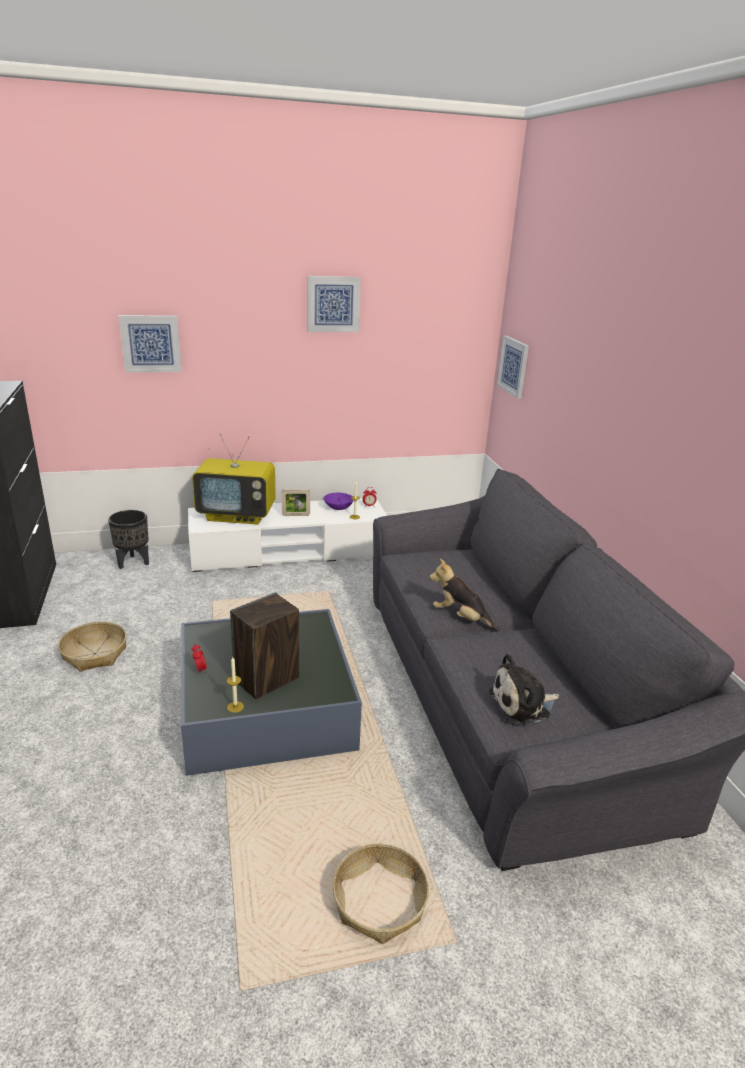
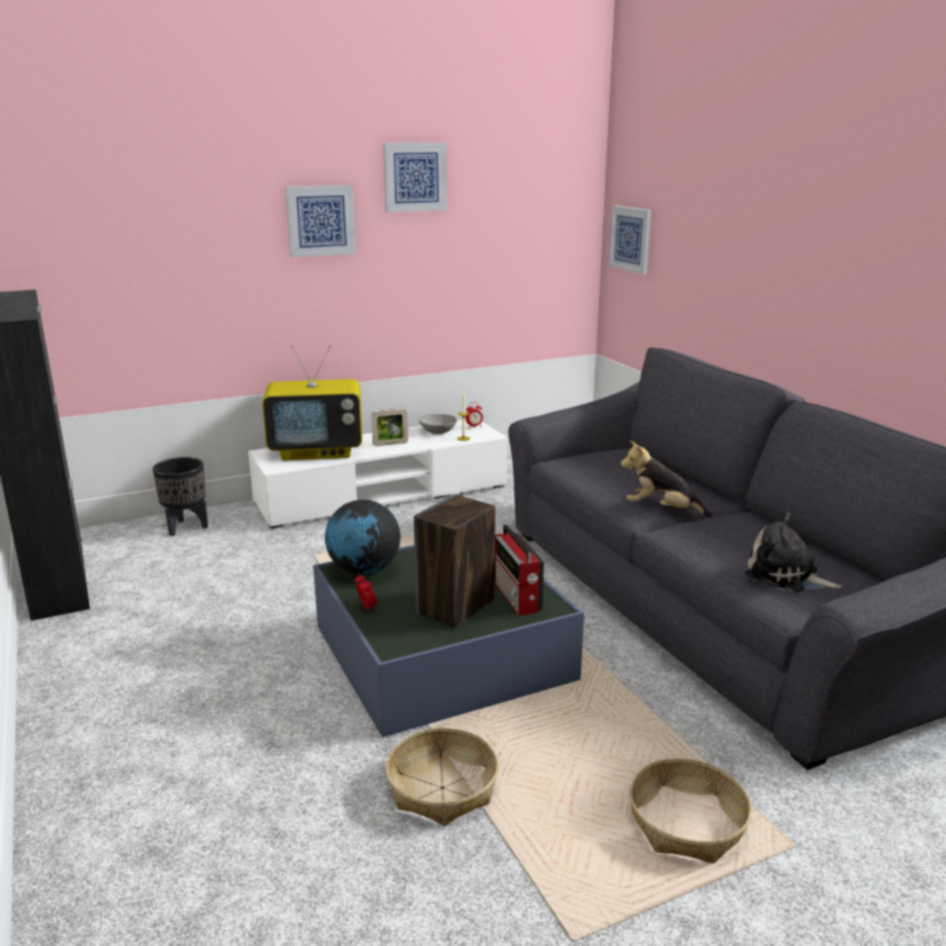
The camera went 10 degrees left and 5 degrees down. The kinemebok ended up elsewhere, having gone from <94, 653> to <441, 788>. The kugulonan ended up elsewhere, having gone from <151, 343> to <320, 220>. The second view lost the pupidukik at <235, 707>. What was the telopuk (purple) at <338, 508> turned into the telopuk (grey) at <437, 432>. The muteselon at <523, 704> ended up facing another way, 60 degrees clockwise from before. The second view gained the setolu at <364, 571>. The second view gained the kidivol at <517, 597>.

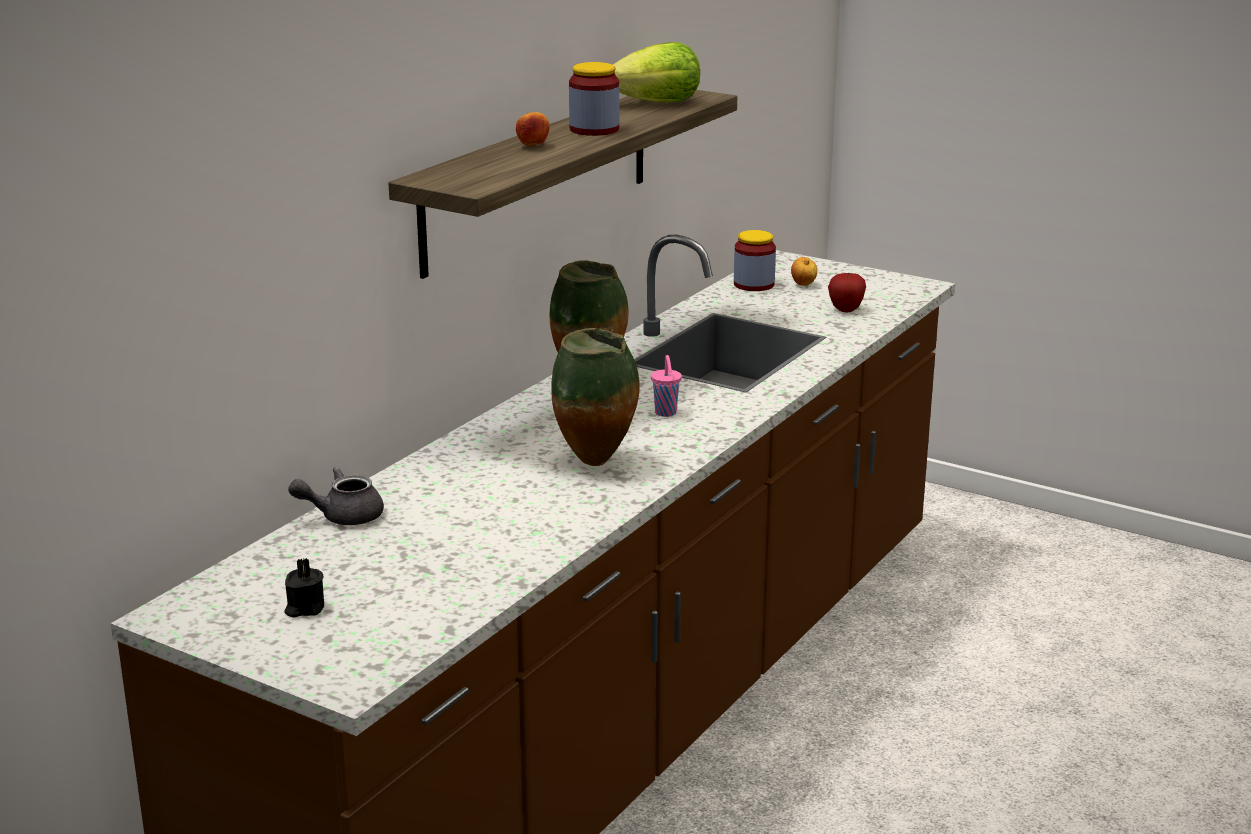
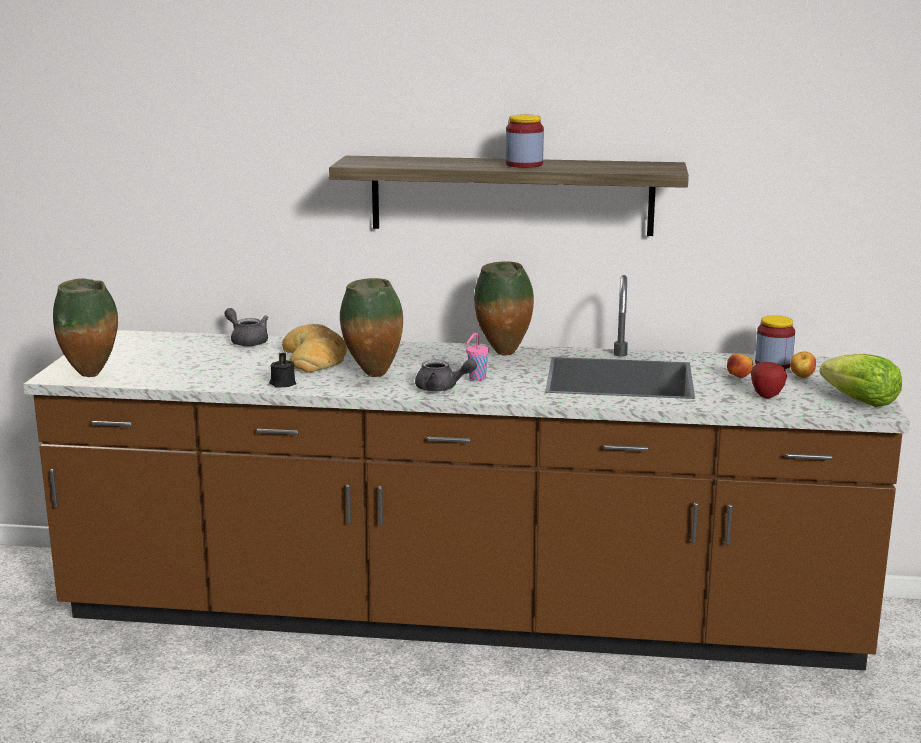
The camera went 65 degrees right and 5 degrees down. The pupidukik (black) ended up elsewhere, having gone from <304, 608> to <282, 384>. The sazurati ended up elsewhere, having gone from <533, 146> to <739, 377>. The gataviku ended up elsewhere, having gone from <657, 103> to <861, 402>. The second view gained the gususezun at <92, 376>. The second view gained the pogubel at <315, 357>. The second view gained the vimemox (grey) at <442, 388>.

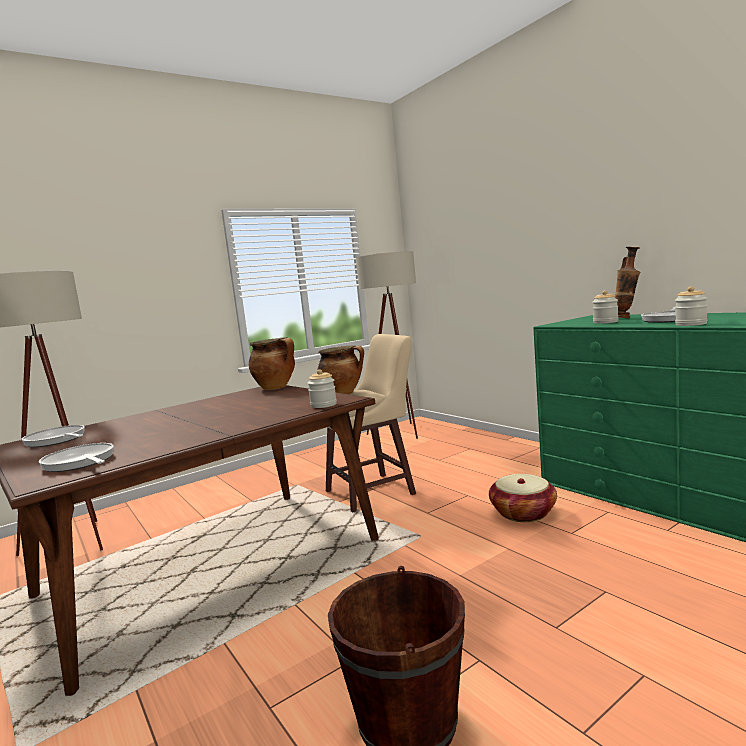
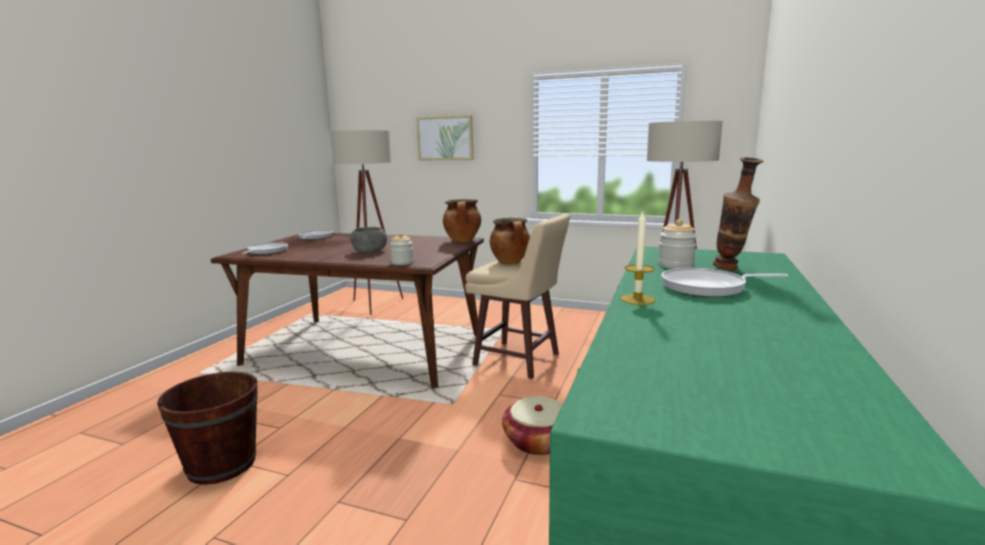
The camera went 55 degrees right and 5 degrees up. Where the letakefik stood at <691, 324>, the pupidukik came to stand at <637, 299>. The second view gained the telopuk (grey) at <369, 251>. The second view gained the kugulonan at <445, 138>.

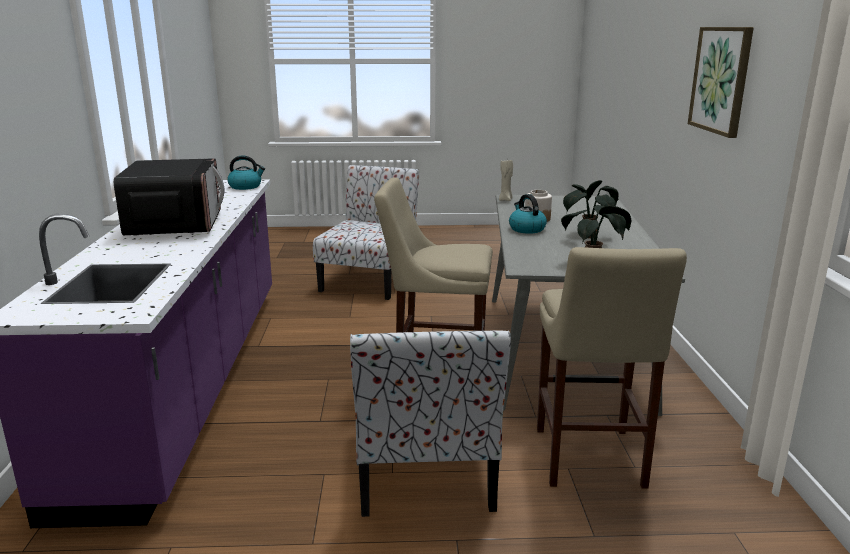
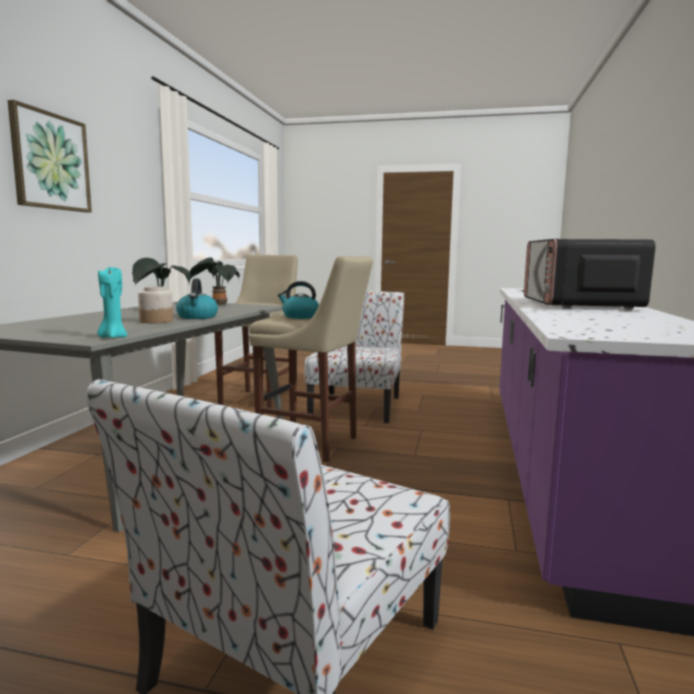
The camera went 165 degrees left and 10 degrees down. The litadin ended up elsewhere, having gone from <246, 186> to <300, 316>. What was the pupidukik (beige) at <505, 200> turned into the pupidukik (turquoise) at <113, 337>.

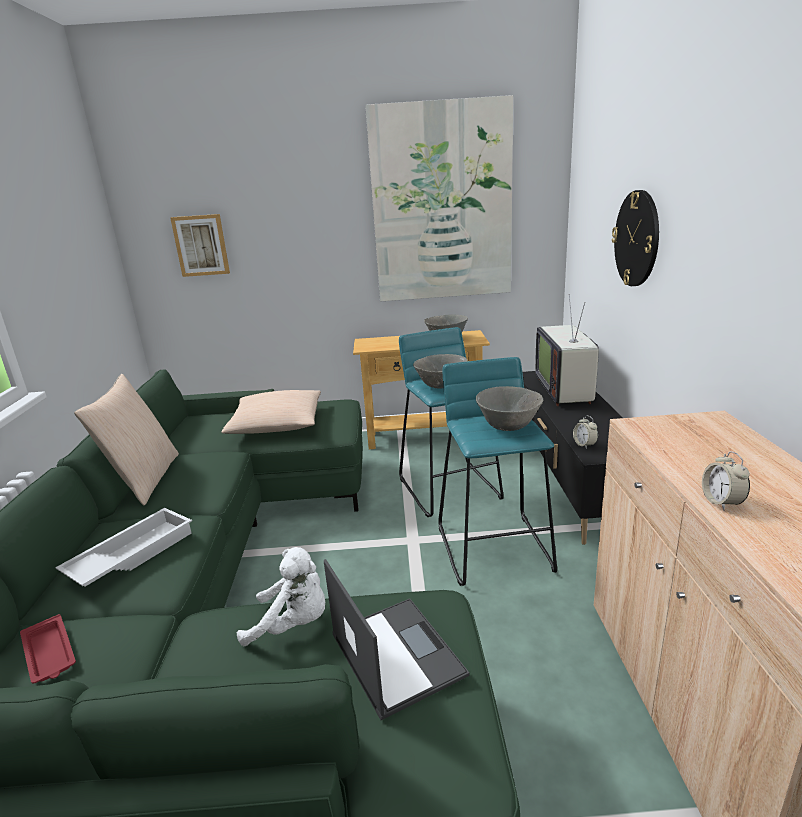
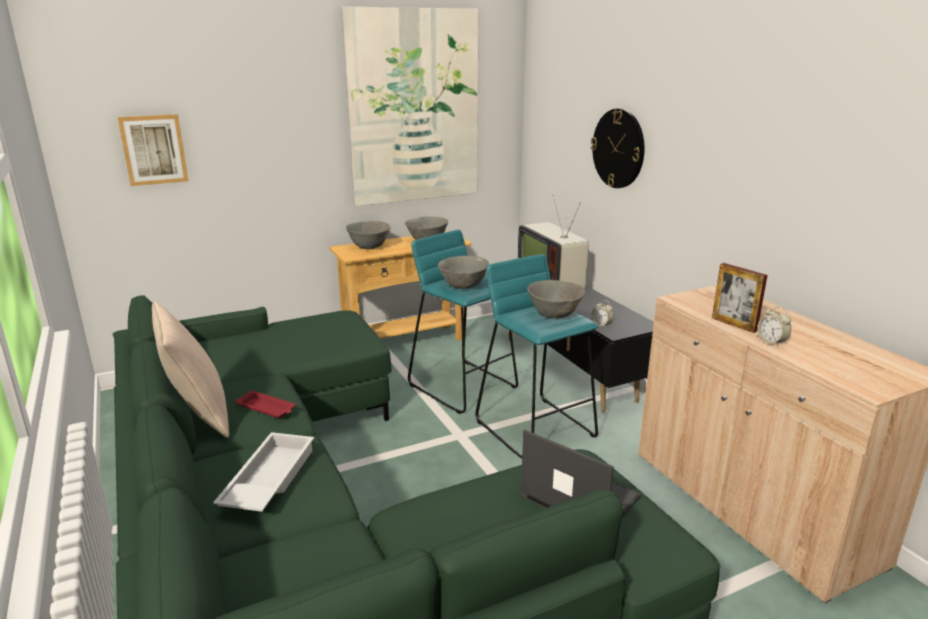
The camera went 25 degrees left and 0 degrees up. The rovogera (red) ended up elsewhere, having gone from <49, 654> to <267, 408>. The second view lost the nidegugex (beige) at <276, 424>. The second view lost the muteselon (white) at <293, 625>. The second view gained the telopuk (grey) at <369, 247>. The second view gained the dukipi at <734, 324>.

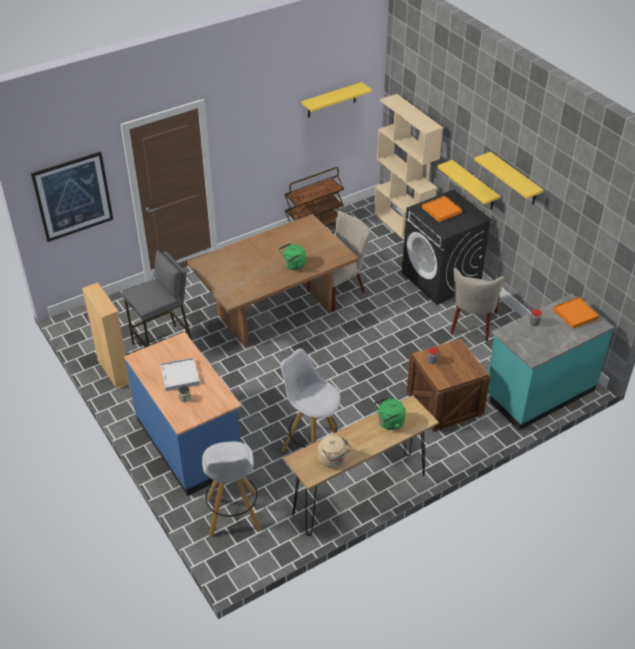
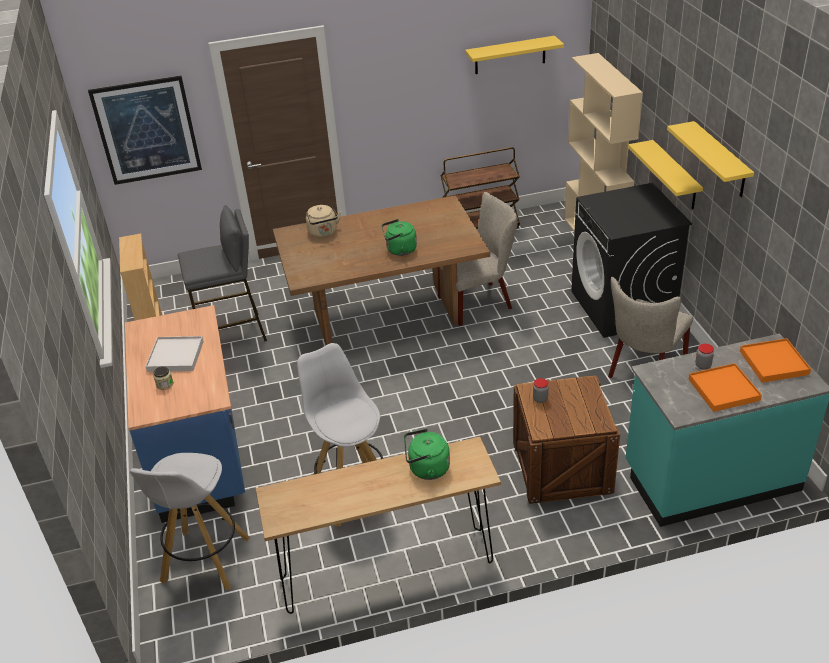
The camera went 20 degrees right and 5 degrees down. The litadin (beige) ended up elsewhere, having gone from <333, 460> to <323, 233>. The rovogera (orange) ended up elsewhere, having gone from <441, 210> to <724, 390>.

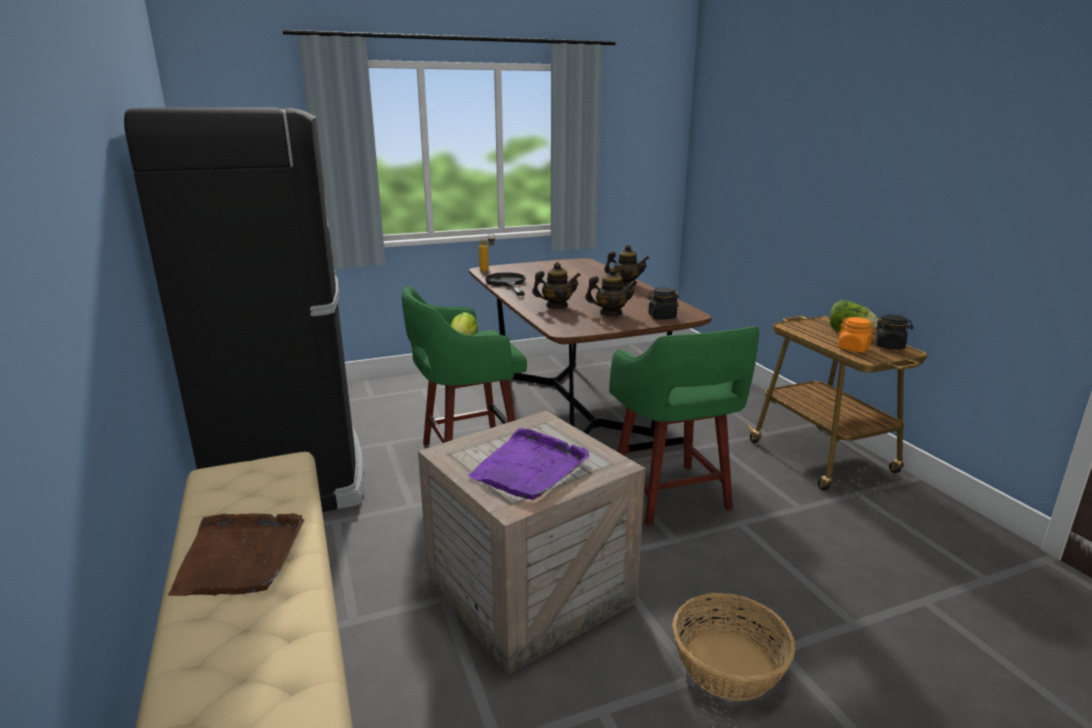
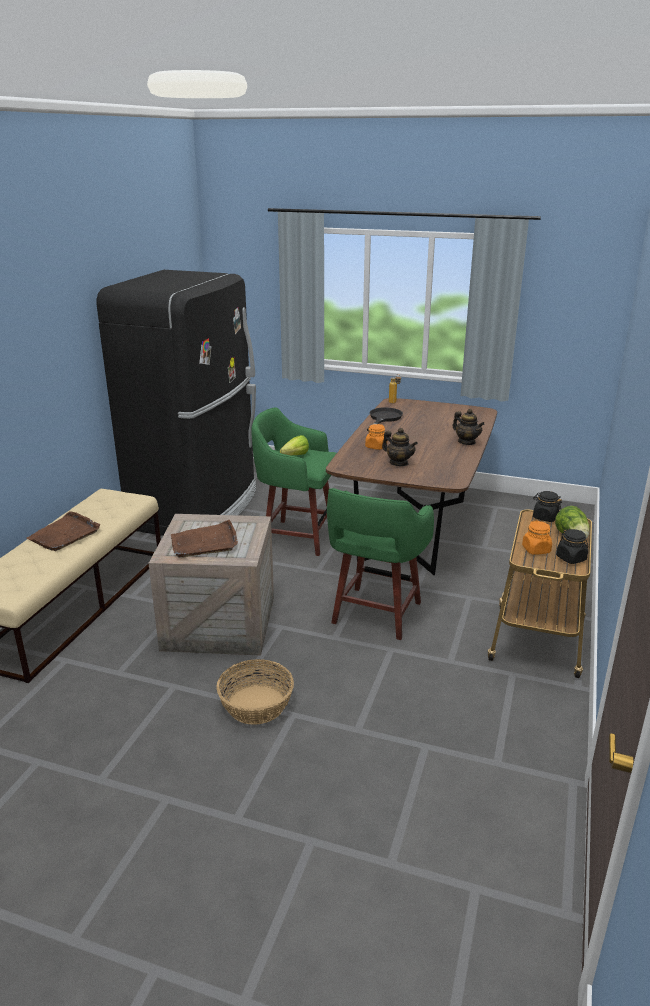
The camera went 40 degrees right and 5 degrees up. What was the rovogera (purple) at <529, 468> turned into the rovogera (brown) at <204, 542>. Where the vimemox stood at <556, 306>, the letakefik (orange) came to stand at <376, 447>. The letakefik (black) ended up elsewhere, having gone from <662, 317> to <545, 517>.

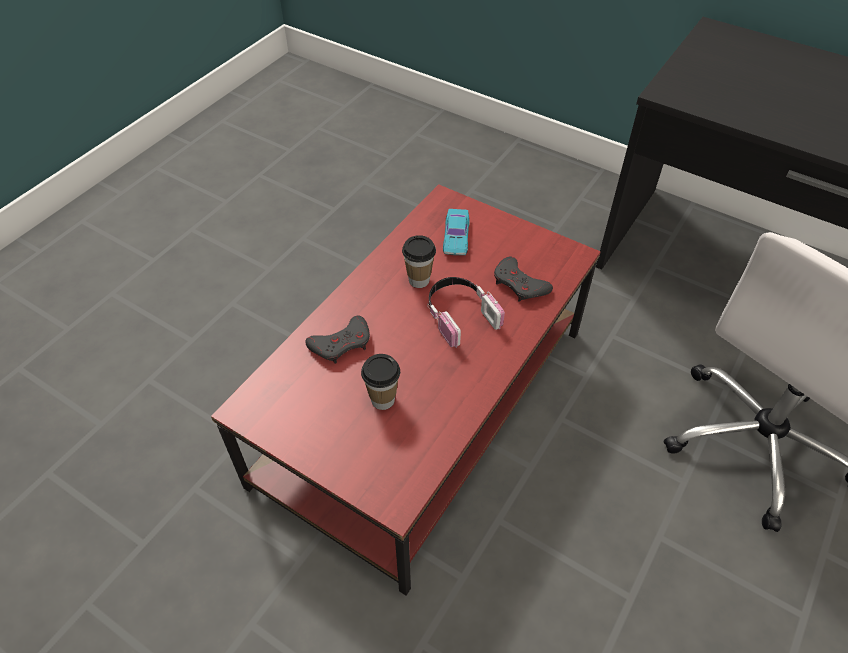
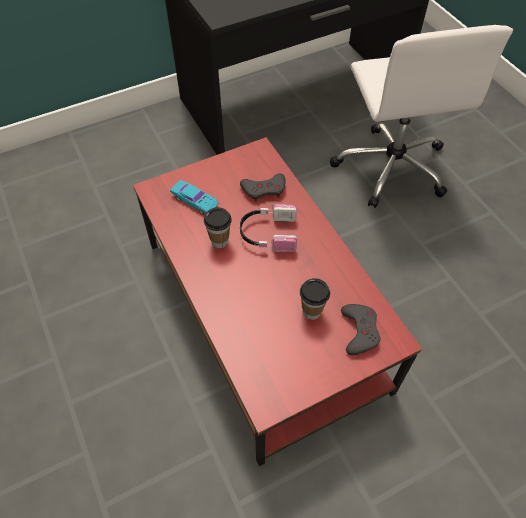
The camera went 60 degrees left and 5 degrees up. The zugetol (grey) ended up elsewhere, having gone from <341, 343> to <359, 331>.

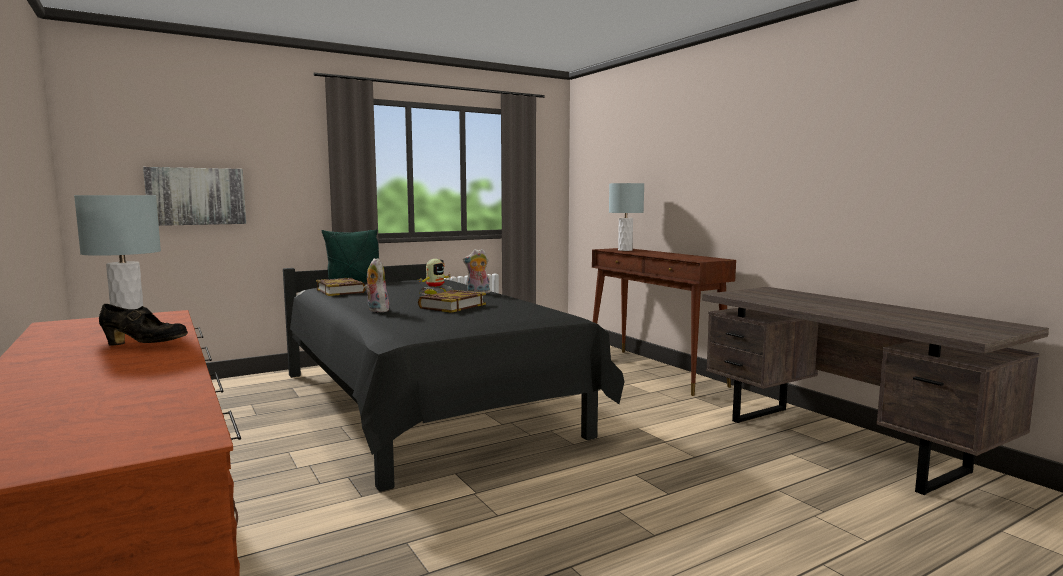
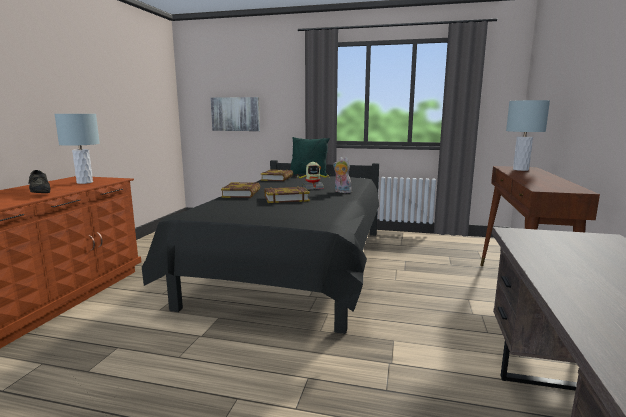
The camera went 45 degrees right and 5 degrees up. Where the muteselon stood at <376, 310>, the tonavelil came to stand at <242, 193>.

